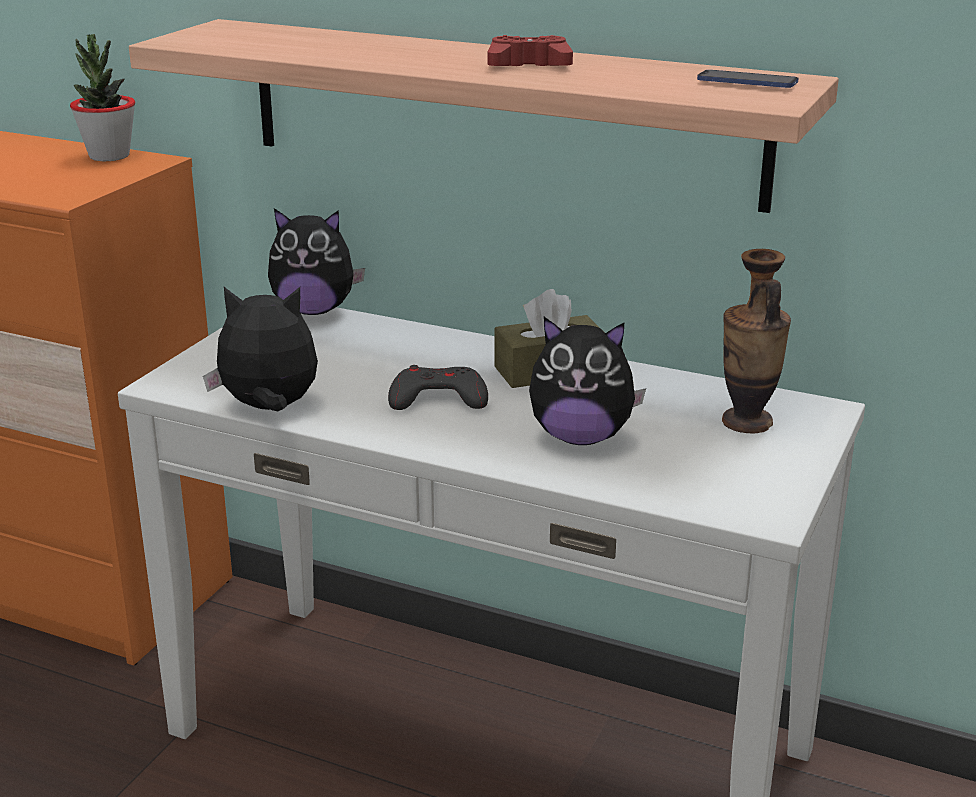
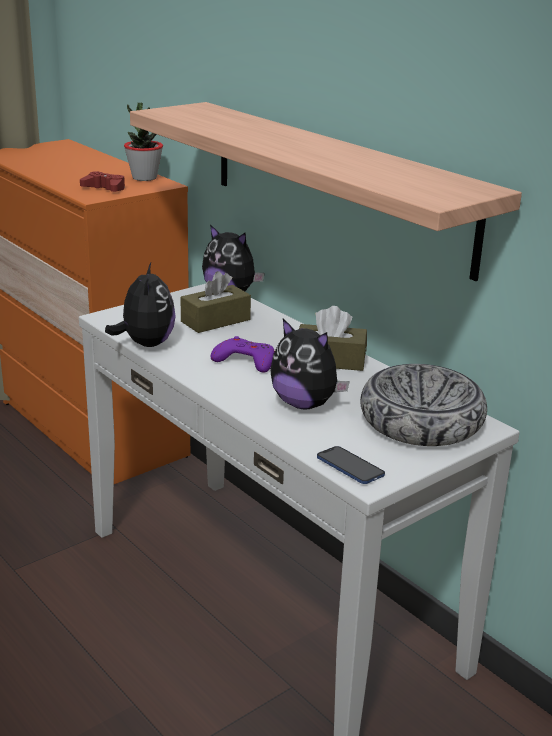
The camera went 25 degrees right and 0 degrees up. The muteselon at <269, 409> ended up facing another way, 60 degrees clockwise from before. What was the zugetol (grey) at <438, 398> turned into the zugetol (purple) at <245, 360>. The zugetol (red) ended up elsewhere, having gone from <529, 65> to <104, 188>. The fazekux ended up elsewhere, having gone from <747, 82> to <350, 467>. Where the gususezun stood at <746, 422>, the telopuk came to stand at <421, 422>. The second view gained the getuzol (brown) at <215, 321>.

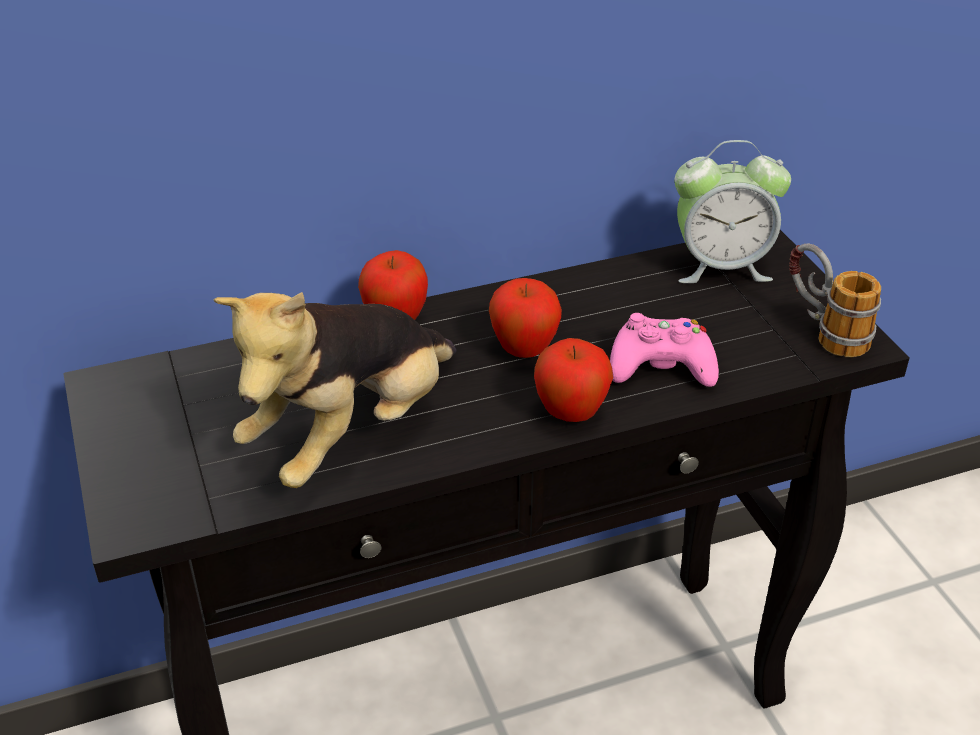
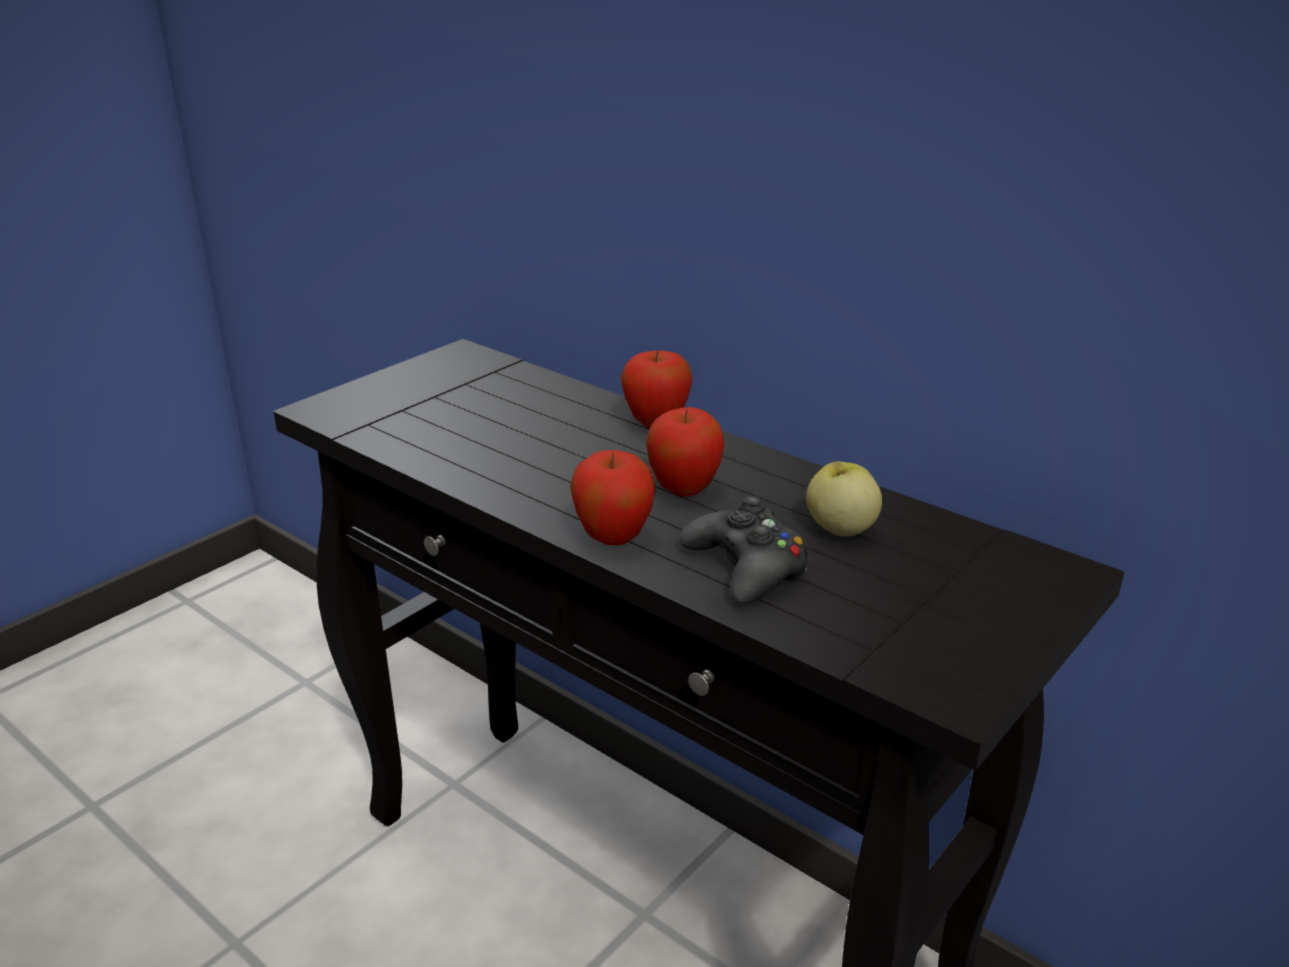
The camera went 60 degrees right and 10 degrees down. The second view lost the muteselon at <352, 434>. What was the zugetol (pink) at <661, 365> turned into the zugetol (black) at <747, 567>. The second view lost the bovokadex at <721, 266>. The second view lost the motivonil at <823, 331>. The second view gained the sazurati at <840, 529>.

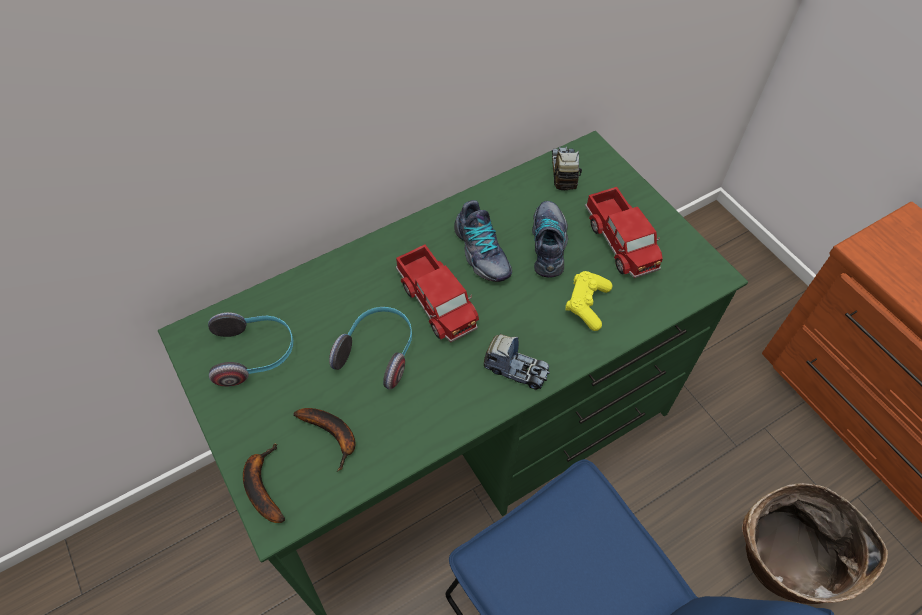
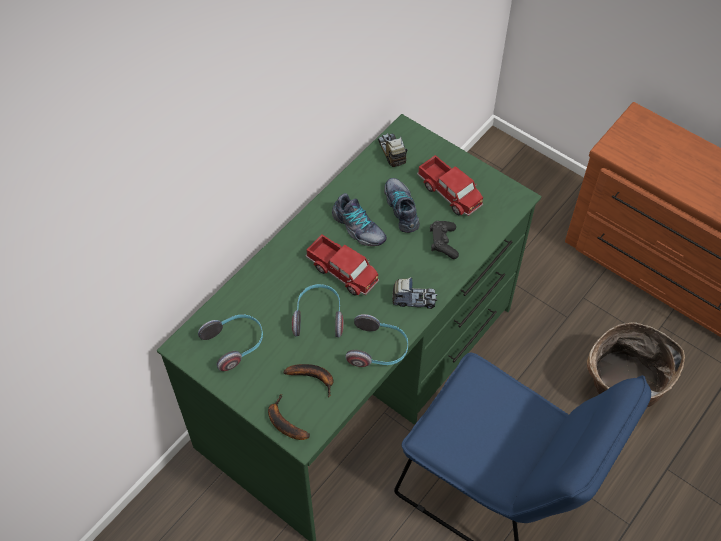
The camera went 20 degrees left and 0 degrees up. What was the zugetol (yellow) at <586, 305> turned into the zugetol (black) at <443, 243>. The second view gained the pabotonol at <378, 349>.

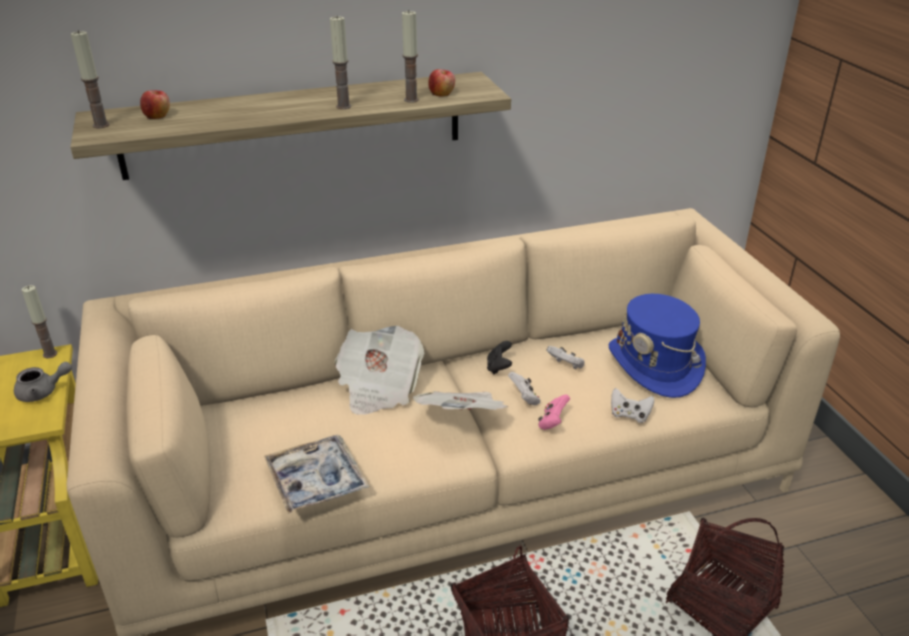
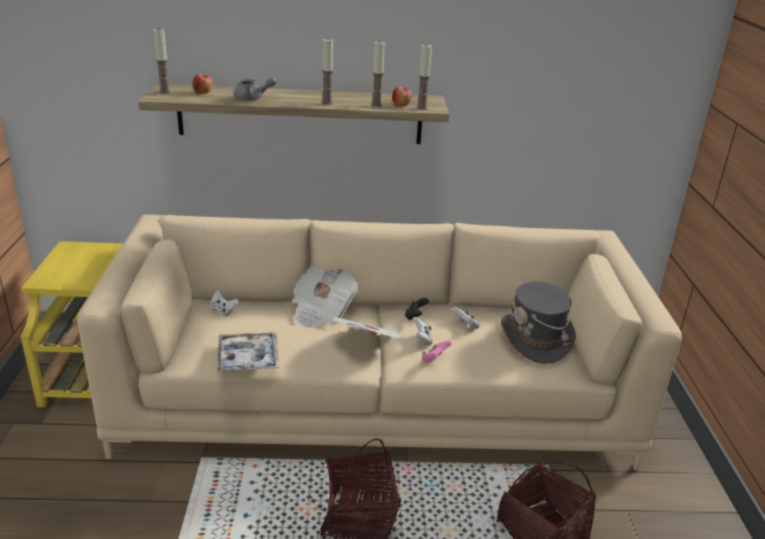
The camera went 15 degrees right and 5 degrees down. The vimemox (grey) ended up elsewhere, having gone from <43, 392> to <252, 98>. The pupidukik ended up elsewhere, having gone from <50, 354> to <421, 108>. What was the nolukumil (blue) at <655, 365> turned into the nolukumil (grey) at <536, 339>. The zugetol (white) ended up elsewhere, having gone from <629, 415> to <223, 311>.

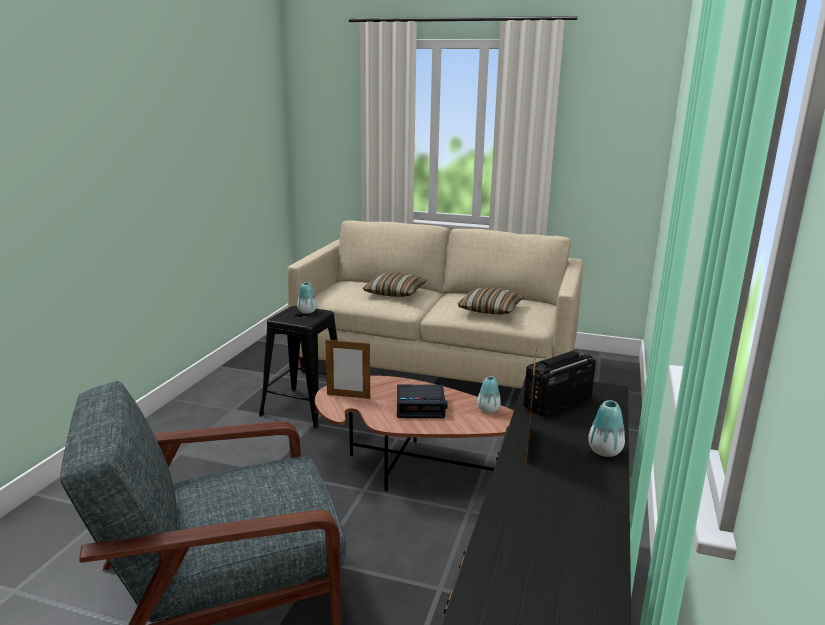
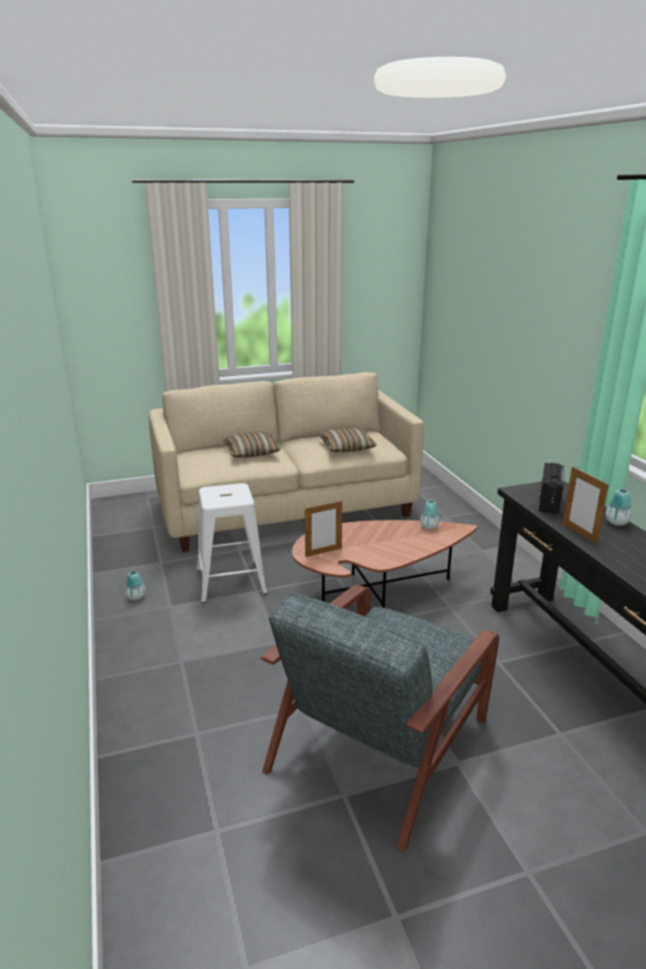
The camera went 35 degrees left and 5 degrees up. What was the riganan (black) at <304, 407> turned into the riganan (white) at <231, 581>. The gususezun ended up elsewhere, having gone from <307, 311> to <136, 597>. The second view lost the bovokadex at <421, 407>.

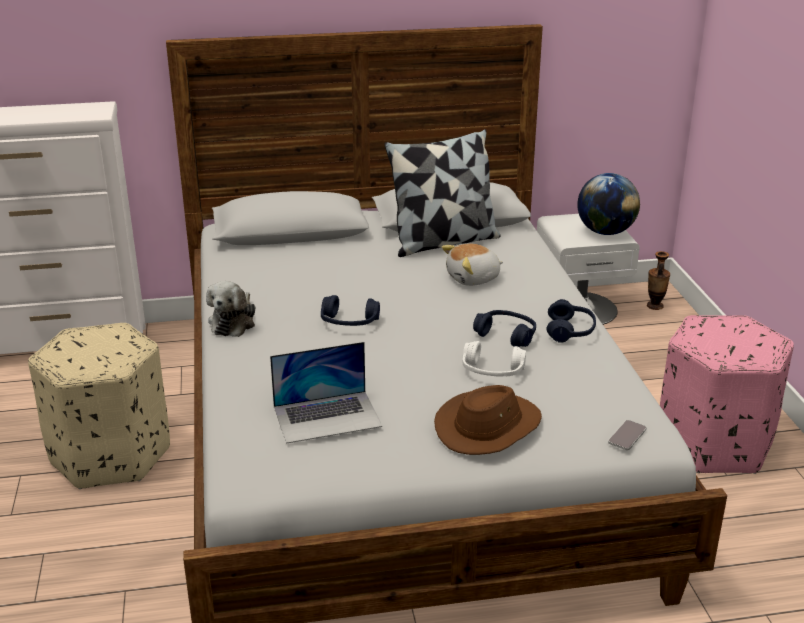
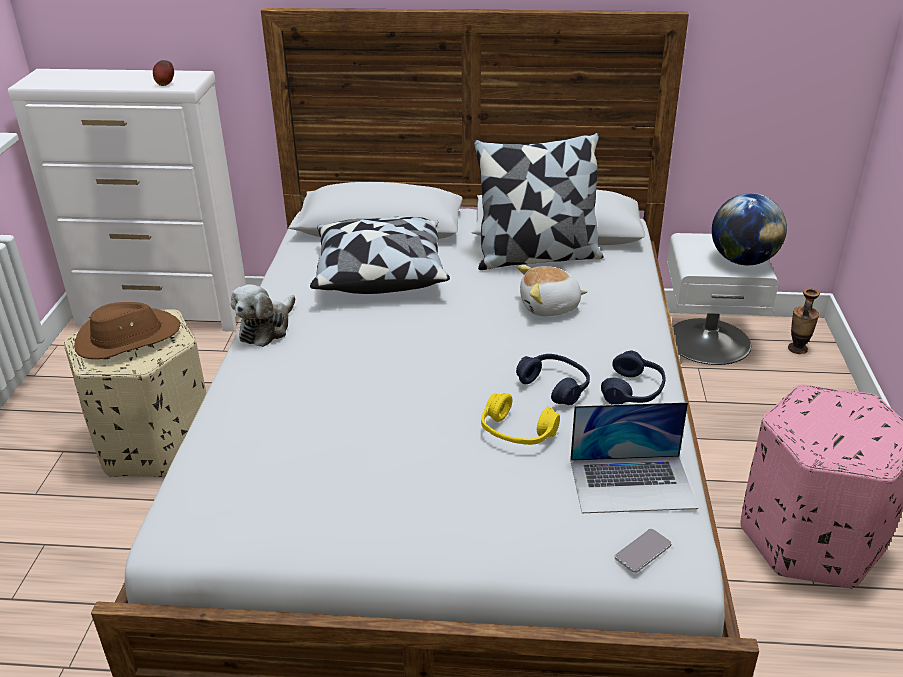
The camera went 15 degrees right and 5 degrees up. The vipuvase ended up elsewhere, having gone from <327, 416> to <632, 483>. The second view lost the pabotonol (blue) at <349, 322>. The nolukumil (brown) ended up elsewhere, having gone from <488, 427> to <127, 338>. What was the pabotonol (white) at <492, 371> turned into the pabotonol (yellow) at <517, 433>. The second view gained the sazurati at <166, 85>. The second view gained the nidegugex at <379, 273>.

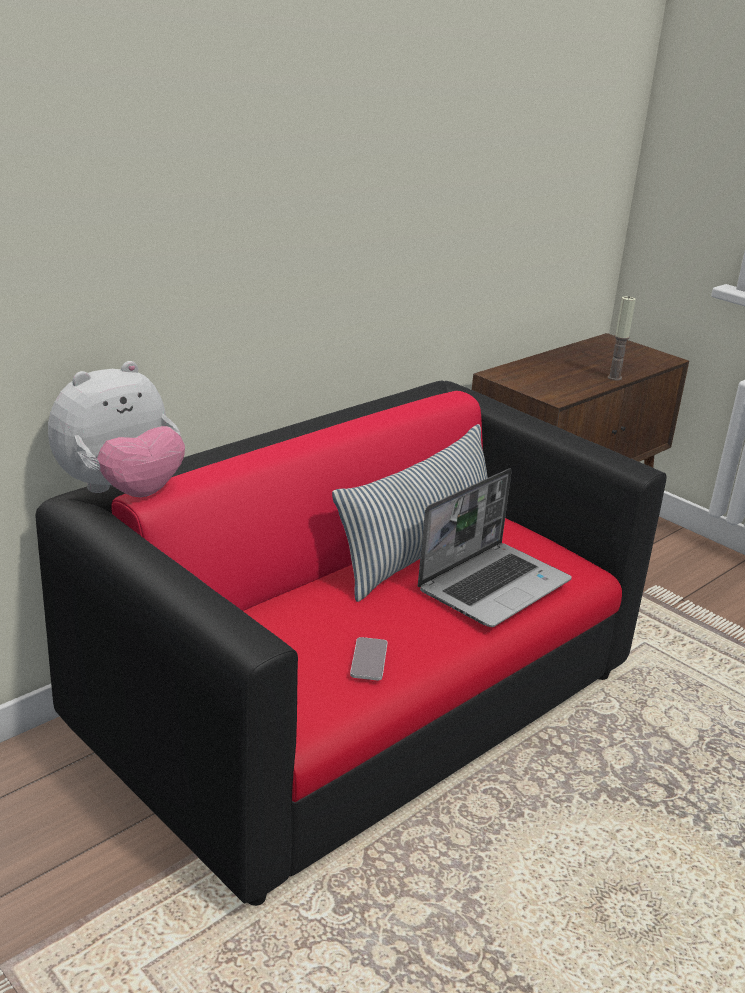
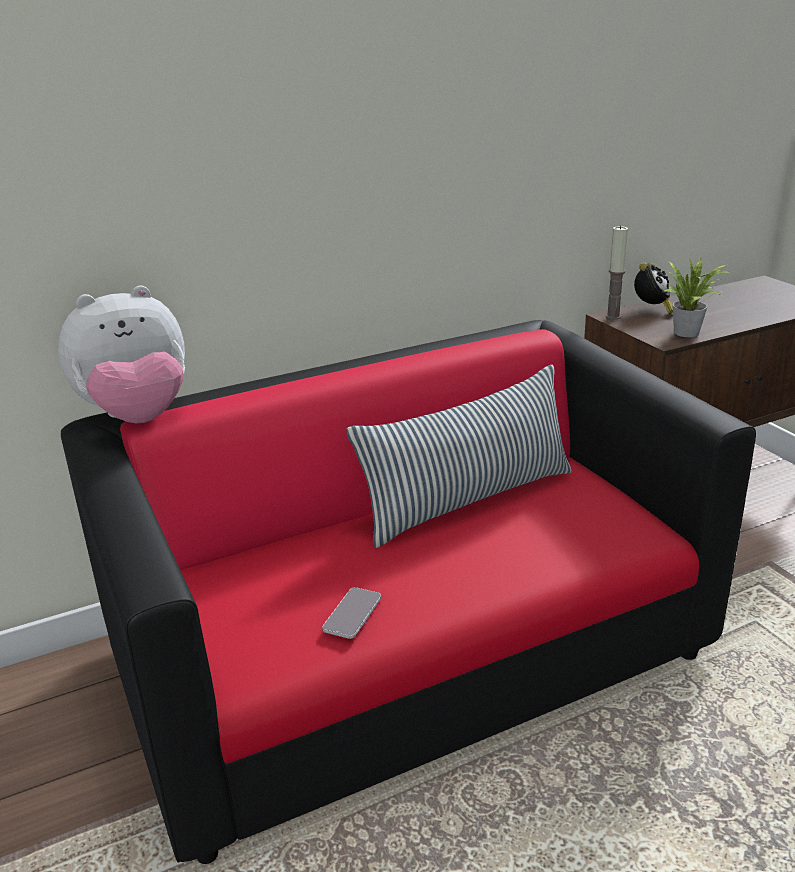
The camera went 20 degrees right and 0 degrees up. The second view lost the vipuvase at <494, 585>. The pupidukik ended up elsewhere, having gone from <614, 377> to <613, 316>. The second view gained the bovokadex at <652, 310>. The second view gained the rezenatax at <690, 332>.

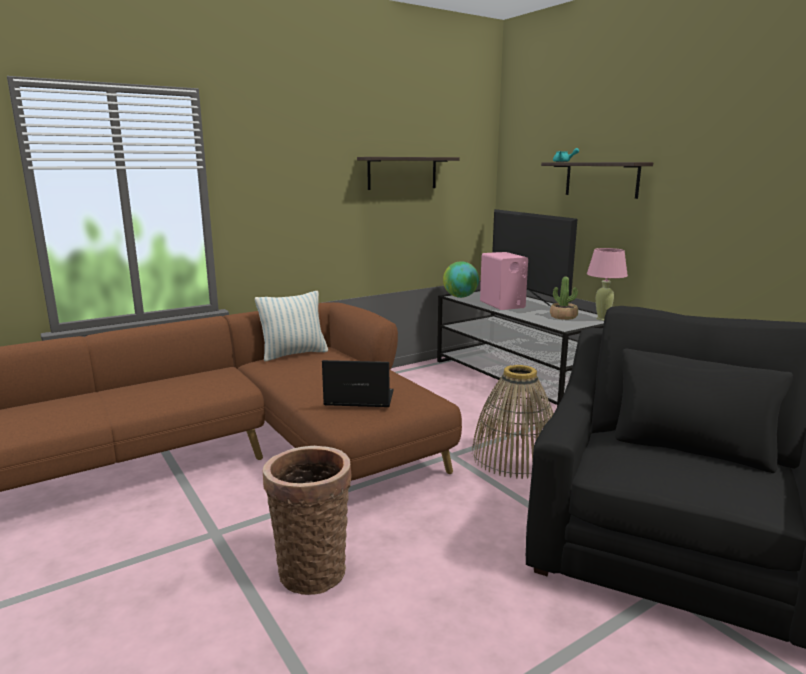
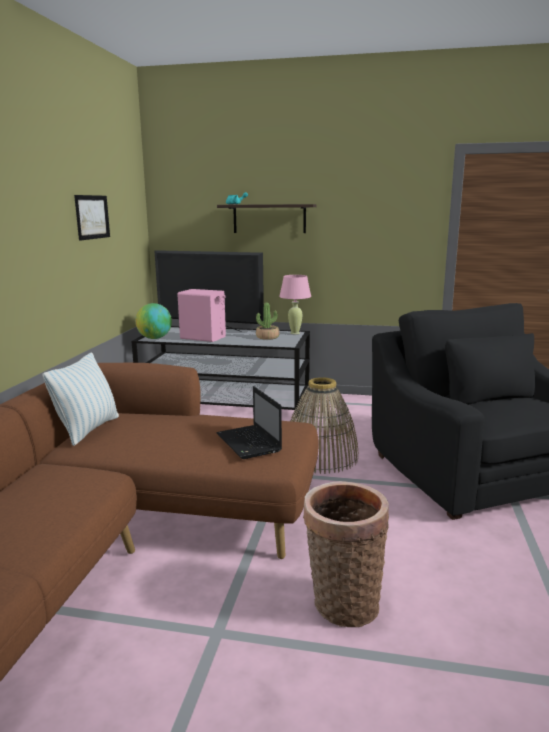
The camera went 45 degrees left and 0 degrees up. The vipuvase at <357, 399> ended up facing another way, 75 degrees counterclockwise from before. Where the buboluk hung at <402, 173>, the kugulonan came to hang at <92, 217>.

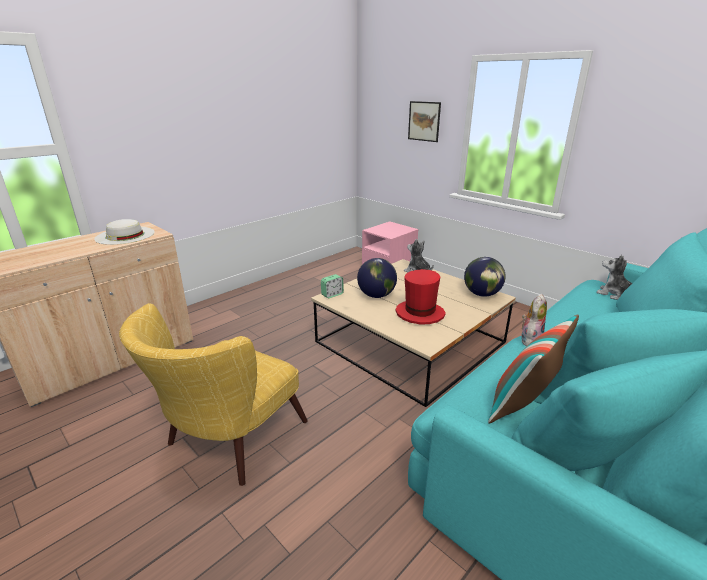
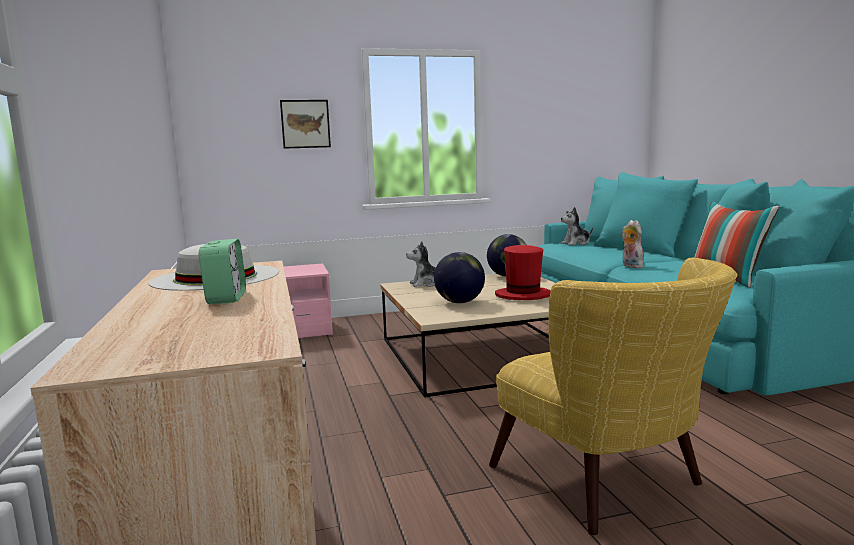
The camera went 60 degrees left and 15 degrees down. The bovokadex ended up elsewhere, having gone from <332, 294> to <226, 298>.

